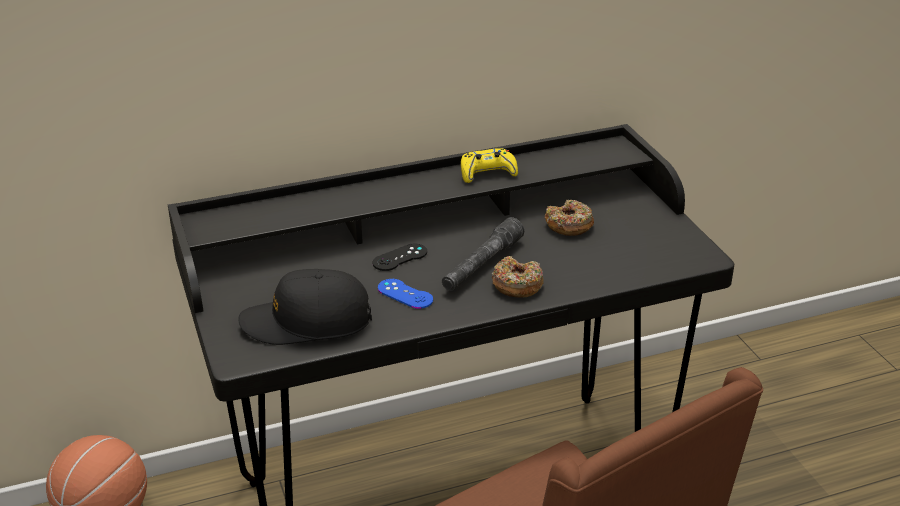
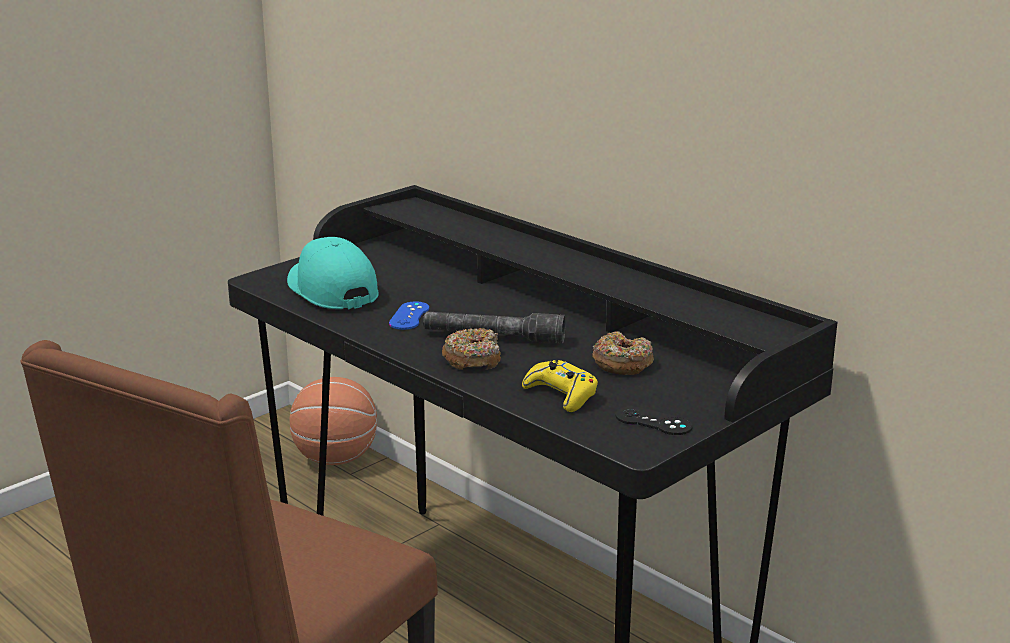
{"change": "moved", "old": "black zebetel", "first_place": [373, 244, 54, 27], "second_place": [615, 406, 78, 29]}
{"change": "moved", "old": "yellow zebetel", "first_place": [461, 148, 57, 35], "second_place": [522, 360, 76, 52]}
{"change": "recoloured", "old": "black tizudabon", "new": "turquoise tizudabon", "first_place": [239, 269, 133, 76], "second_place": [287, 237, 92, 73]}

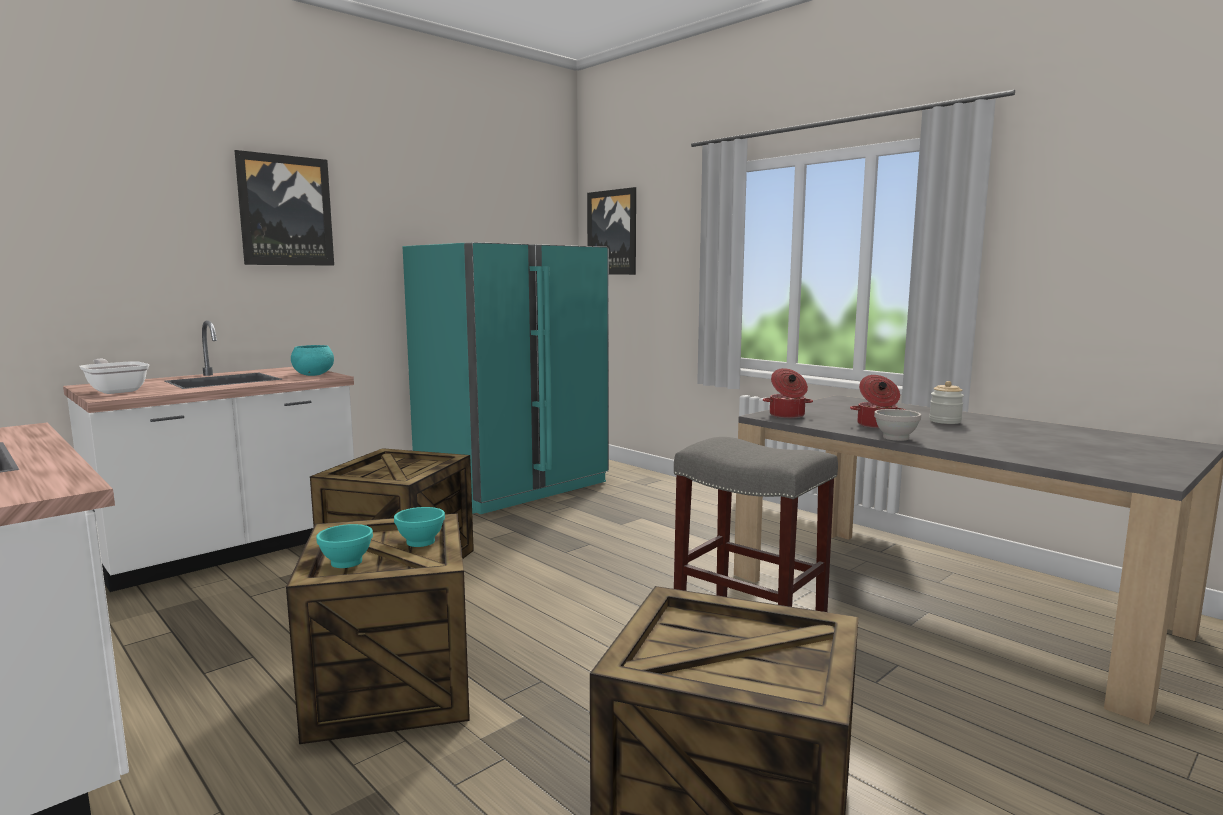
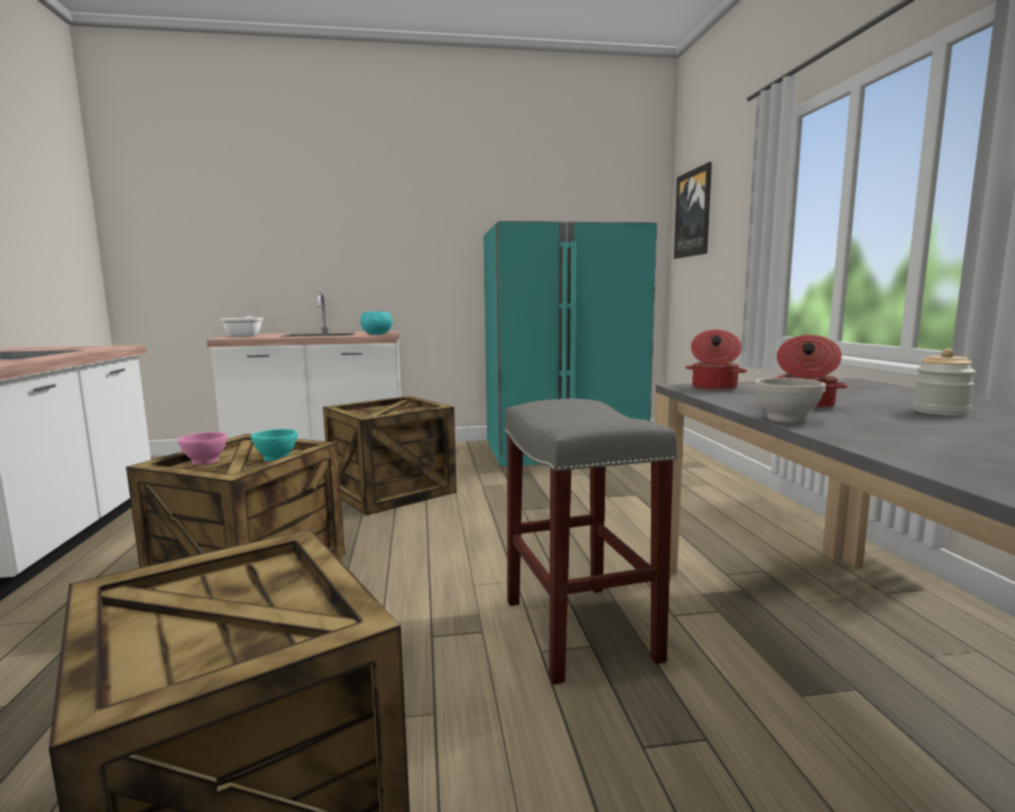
{"change": "removed", "old": "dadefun", "first_place": [234, 150, 100, 116]}
{"change": "recoloured", "old": "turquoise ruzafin", "new": "pink ruzafin", "first_place": [316, 524, 57, 44], "second_place": [178, 432, 50, 33]}

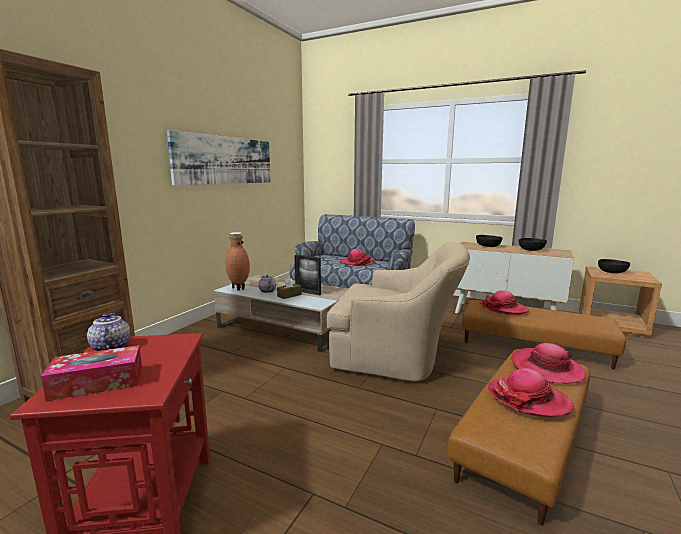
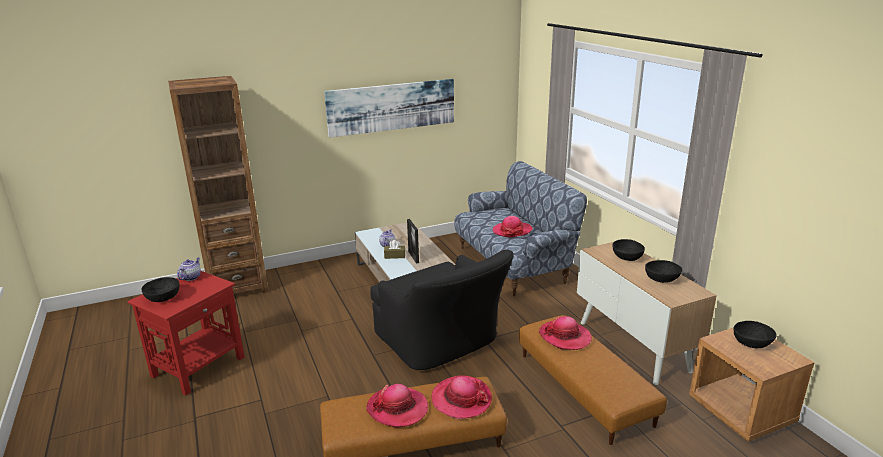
{"change": "removed", "old": "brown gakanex", "first_place": [225, 232, 25, 59]}
{"change": "replaced", "old": "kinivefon", "new": "black ruzafin", "first_place": [41, 345, 101, 56], "second_place": [141, 277, 39, 25]}
{"change": "recoloured", "old": "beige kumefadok", "new": "black kumefadok", "first_place": [327, 242, 143, 139], "second_place": [370, 249, 144, 121]}

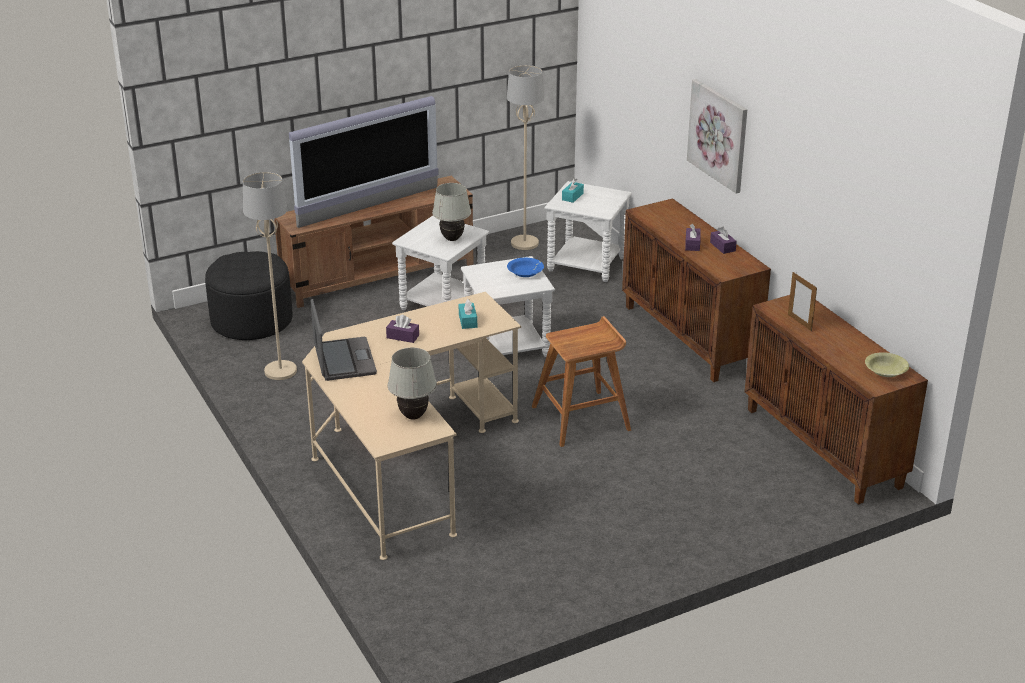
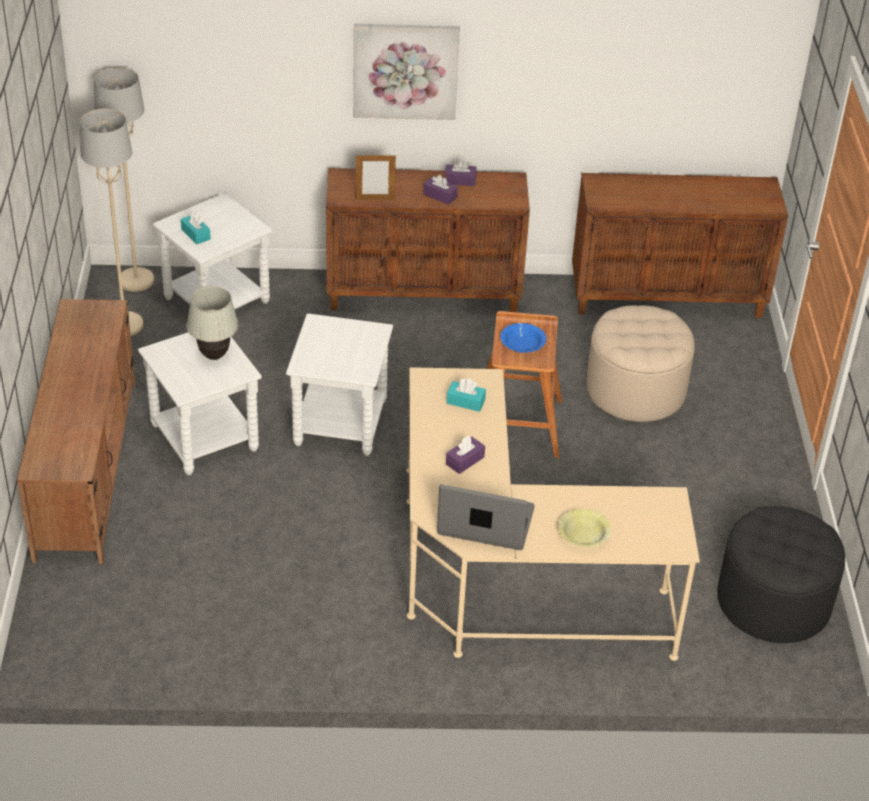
{"change": "removed", "old": "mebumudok", "first_place": [289, 96, 150, 132]}
{"change": "removed", "old": "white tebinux", "first_place": [388, 348, 49, 72]}
{"change": "added", "new": "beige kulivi", "second_place": [586, 305, 109, 117]}
{"change": "moved", "old": "black kulivi", "first_place": [205, 251, 88, 89], "second_place": [717, 506, 128, 137]}
{"change": "moved", "old": "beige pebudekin", "first_place": [243, 172, 54, 208], "second_place": [94, 67, 60, 225]}
{"change": "moved", "old": "blue ruzafin", "first_place": [507, 258, 37, 19], "second_place": [500, 323, 46, 30]}
{"change": "moved", "old": "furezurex", "first_place": [788, 272, 29, 59], "second_place": [356, 155, 40, 45]}
{"change": "moved", "old": "yellow ruzafin", "first_place": [865, 352, 44, 25], "second_place": [558, 509, 54, 38]}

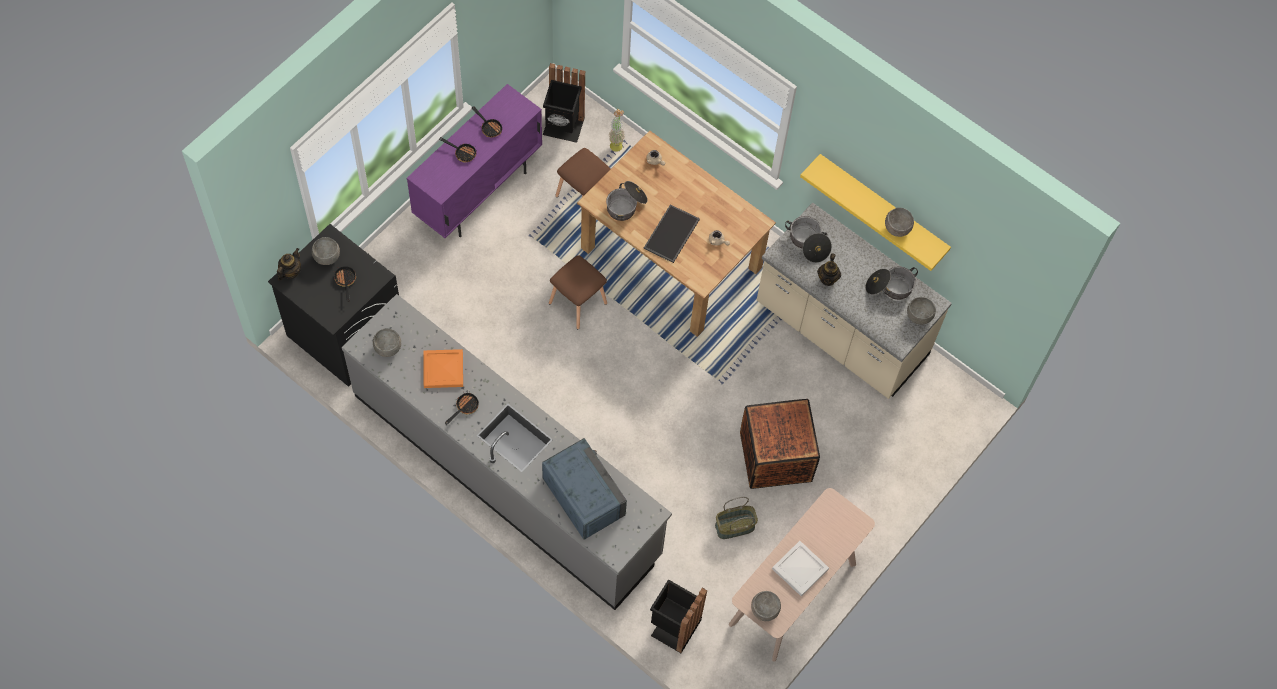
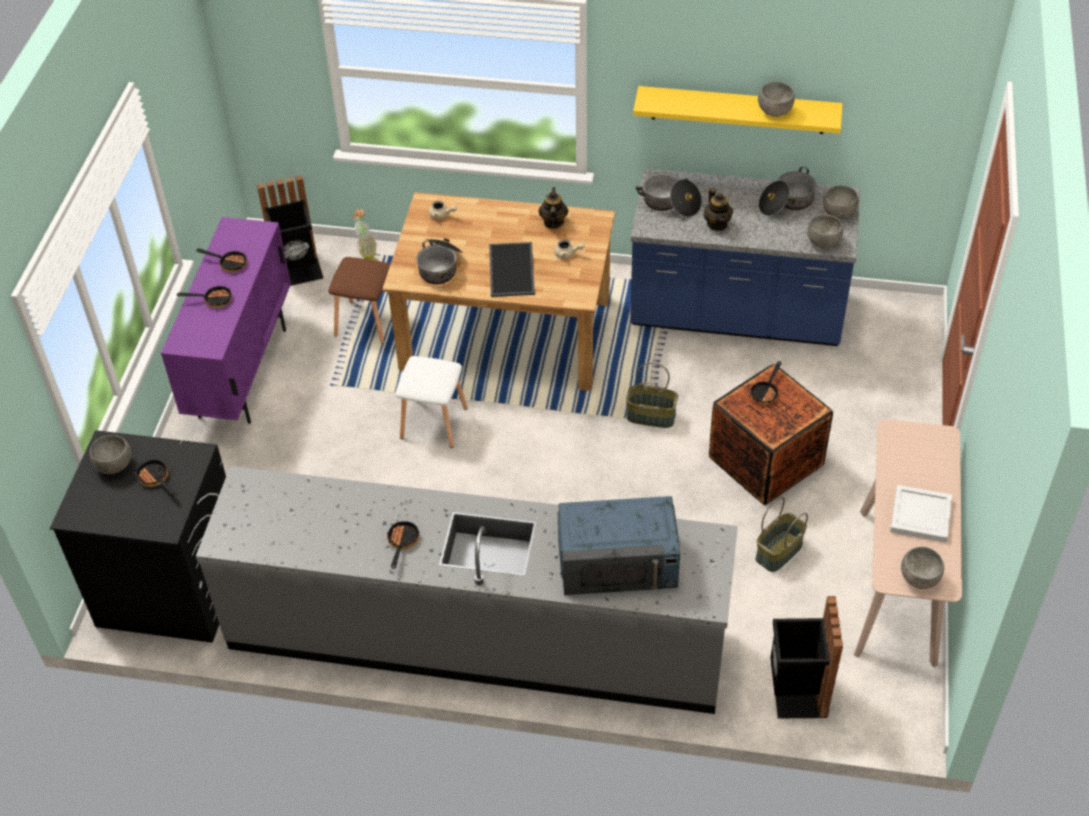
{"change": "removed", "old": "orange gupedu", "first_place": [424, 349, 39, 39]}
{"change": "added", "new": "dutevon", "second_place": [626, 363, 52, 65]}
{"change": "added", "new": "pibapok", "second_place": [750, 361, 31, 44]}
{"change": "moved", "old": "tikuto", "first_place": [277, 248, 24, 33], "second_place": [538, 187, 30, 42]}
{"change": "moved", "old": "grey ruzafin", "first_place": [373, 328, 28, 29], "second_place": [807, 215, 36, 33]}
{"change": "recoloured", "old": "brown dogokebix", "new": "white dogokebix", "first_place": [549, 255, 58, 75], "second_place": [395, 356, 73, 92]}
{"change": "recoloured", "old": "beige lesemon", "new": "blue lesemon", "first_place": [757, 203, 195, 196], "second_place": [630, 168, 230, 178]}
{"change": "turned", "old": "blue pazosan", "first_place": [542, 438, 85, 102], "second_place": [558, 496, 122, 99], "degrees": 150}

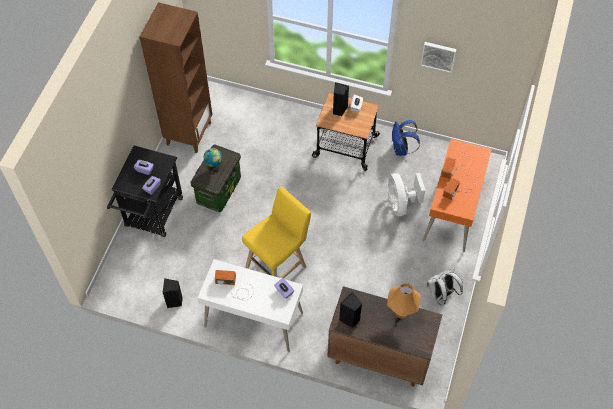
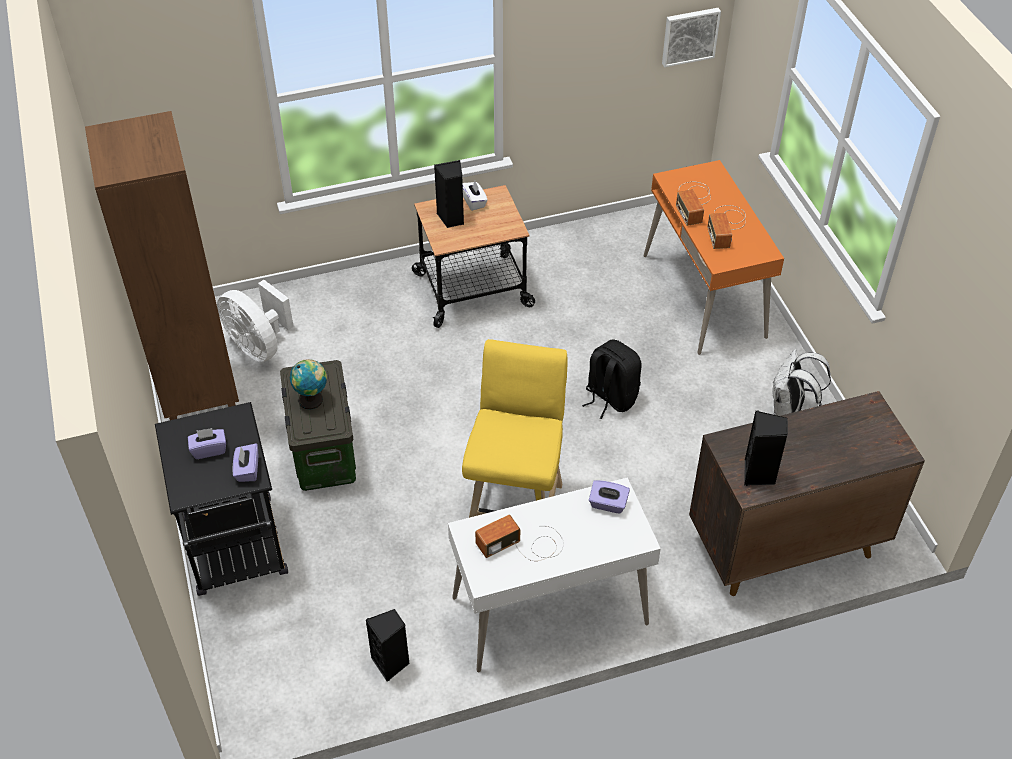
{"change": "removed", "old": "orange tebinux", "first_place": [387, 283, 34, 35]}
{"change": "removed", "old": "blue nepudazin", "first_place": [392, 120, 28, 36]}
{"change": "added", "new": "black nepudazin", "second_place": [582, 339, 59, 80]}
{"change": "moved", "old": "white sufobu", "first_place": [387, 173, 39, 43], "second_place": [217, 280, 77, 82]}
{"change": "moved", "old": "dadefun", "first_place": [421, 42, 36, 31], "second_place": [662, 8, 59, 59]}

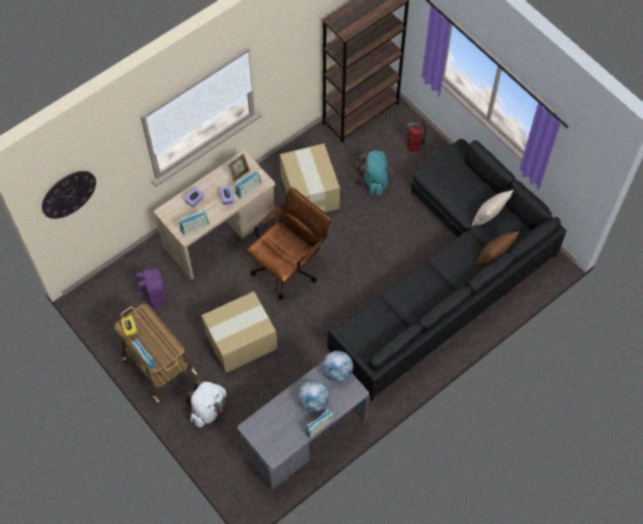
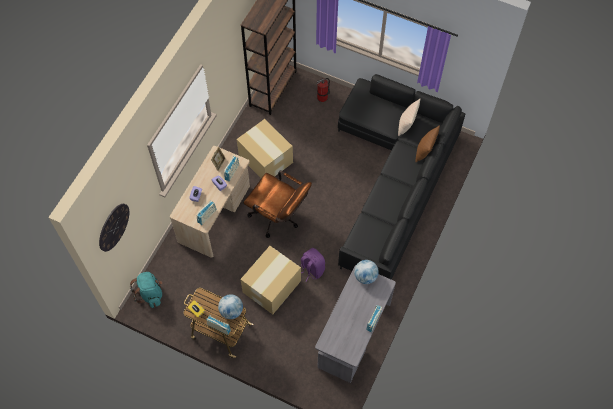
{"change": "removed", "old": "white nepudazin", "first_place": [184, 379, 42, 49]}
{"change": "moved", "old": "purple nepudazin", "first_place": [136, 268, 30, 40], "second_place": [301, 248, 24, 33]}
{"change": "moved", "old": "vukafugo", "first_place": [298, 380, 31, 32], "second_place": [218, 294, 25, 25]}
{"change": "moved", "old": "turquoise nepudazin", "first_place": [356, 151, 37, 45], "second_place": [130, 272, 33, 36]}
{"change": "turned", "old": "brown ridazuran", "first_place": [246, 187, 85, 113], "second_place": [244, 170, 68, 68], "degrees": 105}

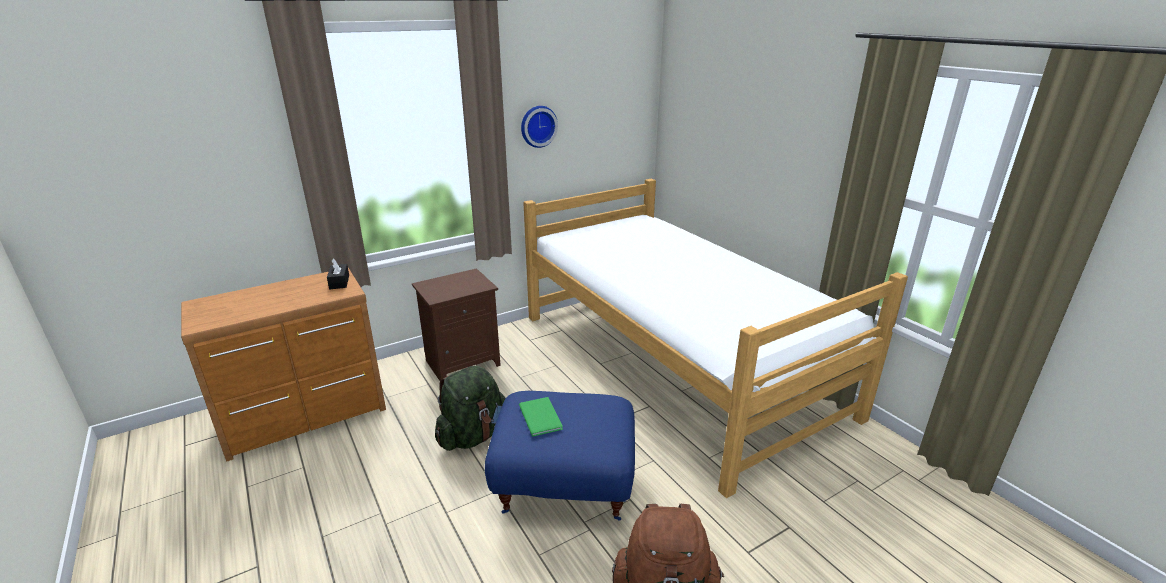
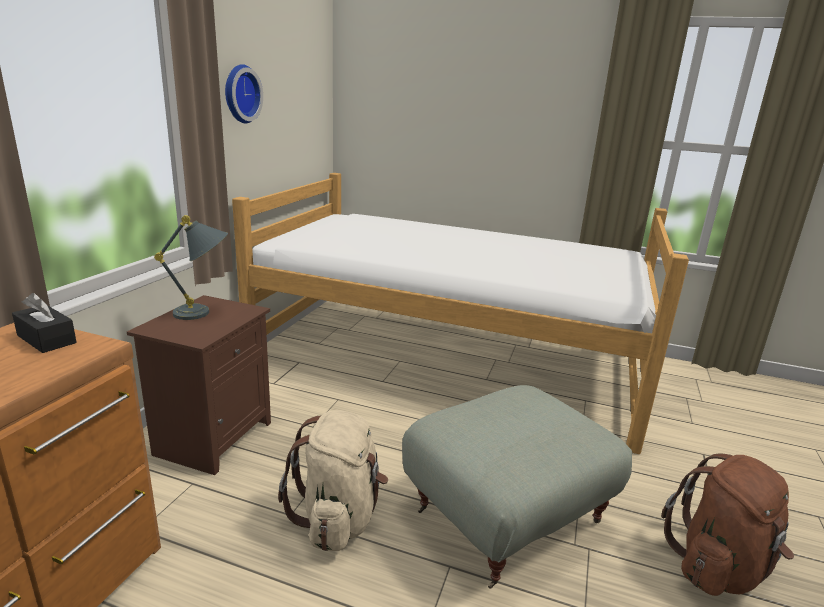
{"change": "removed", "old": "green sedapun", "first_place": [519, 397, 44, 39]}
{"change": "added", "new": "grey tebinux", "second_place": [154, 215, 74, 105]}
{"change": "recoloured", "old": "green nepudazin", "new": "beige nepudazin", "first_place": [435, 366, 71, 85], "second_place": [278, 410, 110, 141]}
{"change": "recoloured", "old": "blue kulivi", "new": "grey kulivi", "first_place": [485, 391, 150, 130], "second_place": [402, 385, 230, 204]}

